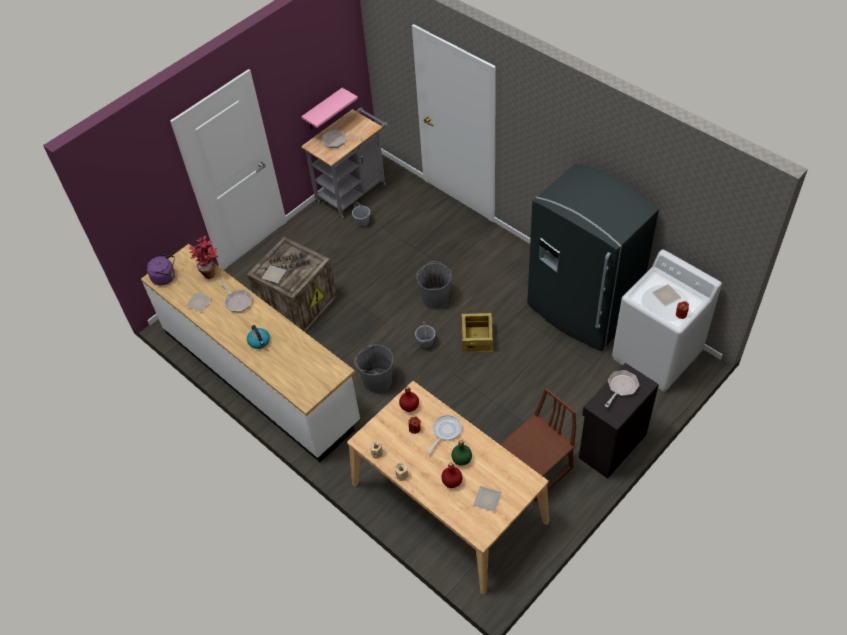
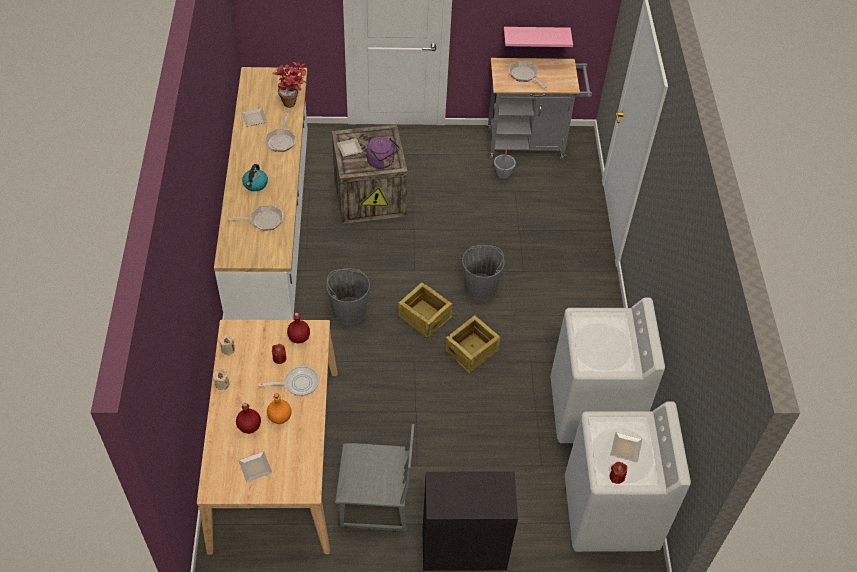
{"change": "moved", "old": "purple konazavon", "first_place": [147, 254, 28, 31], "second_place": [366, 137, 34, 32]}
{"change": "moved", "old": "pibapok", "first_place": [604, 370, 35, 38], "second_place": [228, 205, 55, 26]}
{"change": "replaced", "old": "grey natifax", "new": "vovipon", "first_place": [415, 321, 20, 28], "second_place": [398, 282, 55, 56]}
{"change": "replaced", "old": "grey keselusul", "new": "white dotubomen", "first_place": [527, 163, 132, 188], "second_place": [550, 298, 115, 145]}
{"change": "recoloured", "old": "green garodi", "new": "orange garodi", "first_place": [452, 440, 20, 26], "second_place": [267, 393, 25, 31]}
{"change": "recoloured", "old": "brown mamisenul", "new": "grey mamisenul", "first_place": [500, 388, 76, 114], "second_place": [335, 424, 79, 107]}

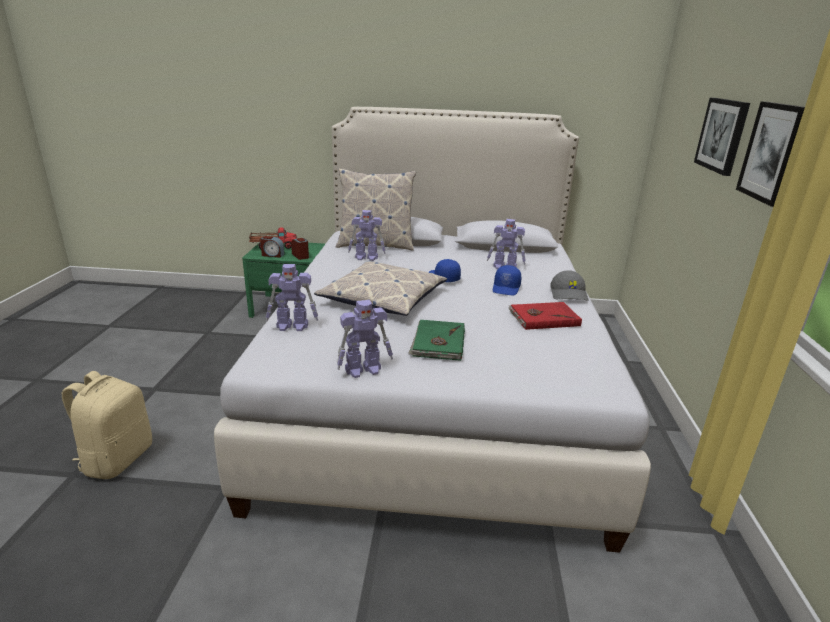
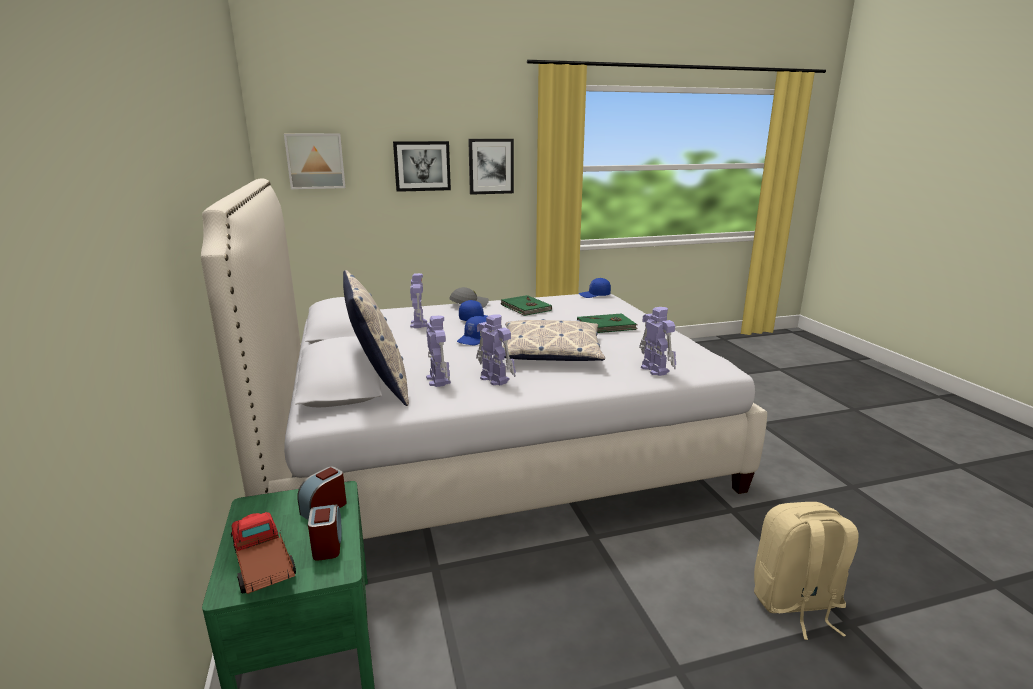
{"change": "added", "new": "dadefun", "second_place": [284, 134, 62, 55]}
{"change": "added", "new": "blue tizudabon", "second_place": [579, 278, 32, 20]}
{"change": "moved", "old": "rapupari", "first_place": [337, 300, 56, 78], "second_place": [476, 314, 40, 71]}
{"change": "recoloured", "old": "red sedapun", "new": "green sedapun", "first_place": [509, 302, 73, 28], "second_place": [501, 295, 51, 21]}

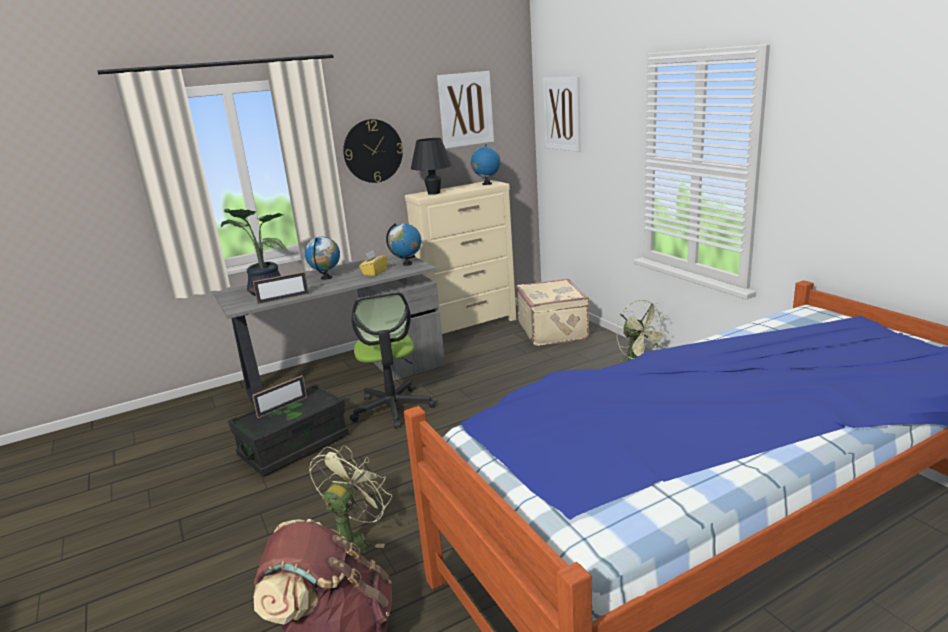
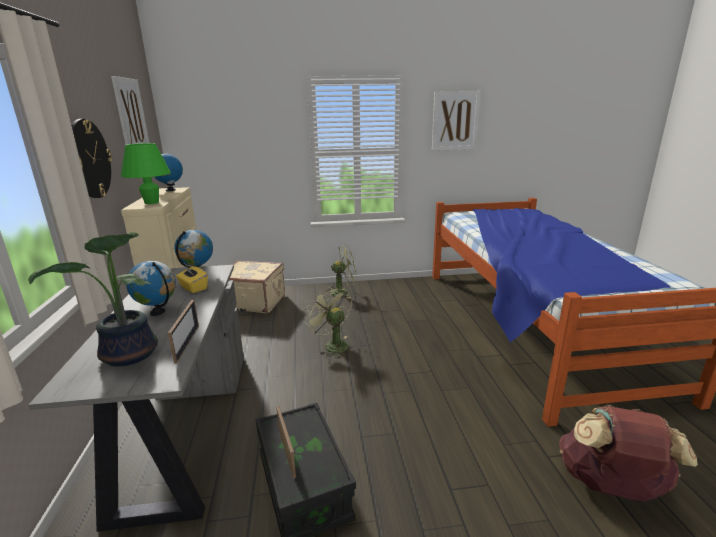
{"change": "removed", "old": "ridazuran", "first_place": [350, 292, 86, 137]}
{"change": "moved", "old": "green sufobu", "first_place": [309, 445, 83, 109], "second_place": [305, 286, 47, 71]}
{"change": "moved", "old": "dadefun", "first_place": [543, 77, 38, 75], "second_place": [432, 91, 48, 60]}
{"change": "recoloured", "old": "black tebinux", "new": "green tebinux", "first_place": [411, 138, 41, 57], "second_place": [121, 143, 50, 61]}

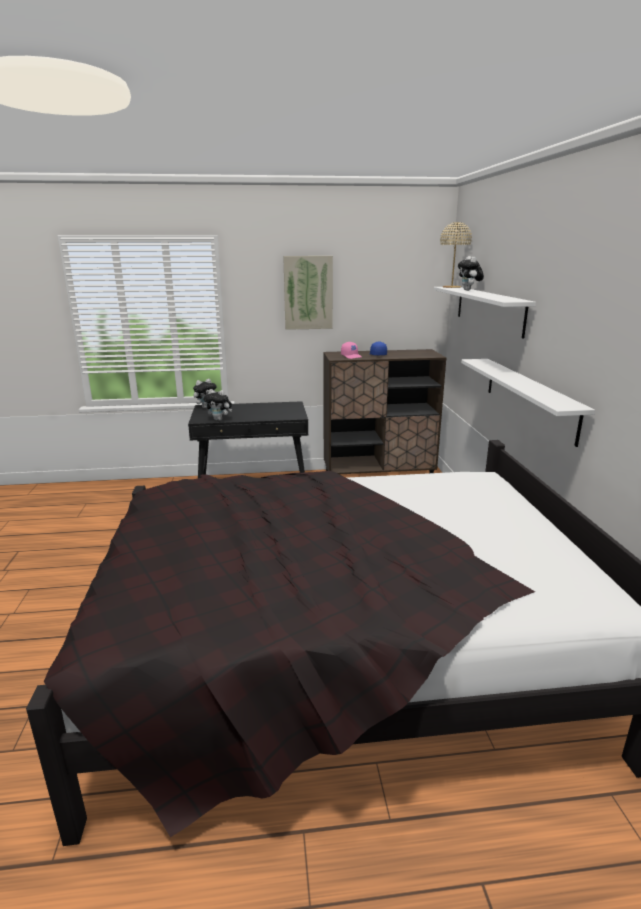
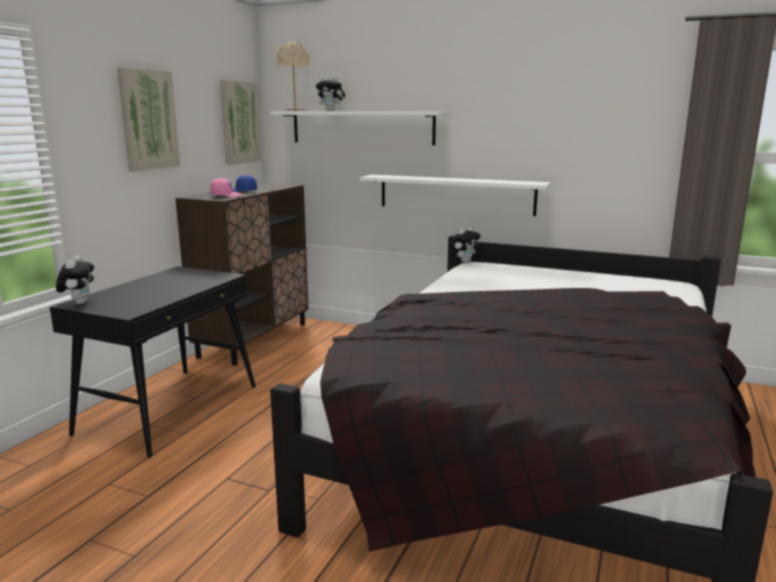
{"change": "added", "new": "dadefun", "second_place": [220, 80, 42, 85]}
{"change": "moved", "old": "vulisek", "first_place": [203, 389, 29, 32], "second_place": [451, 226, 29, 37]}

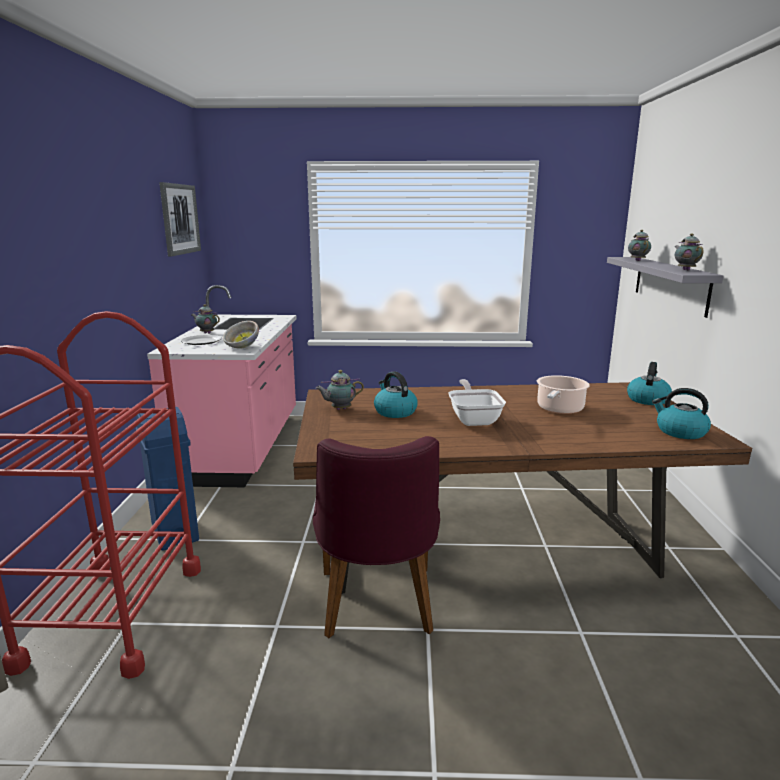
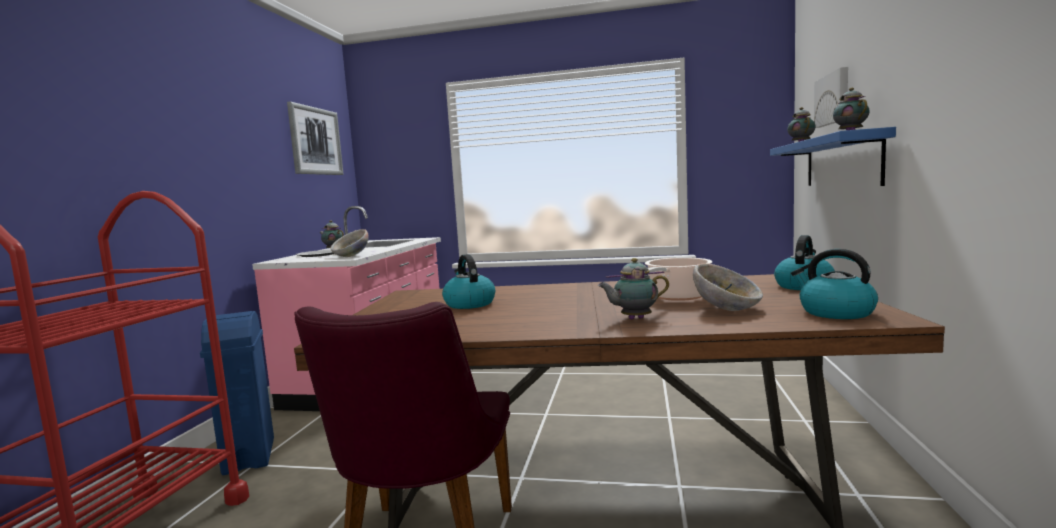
{"change": "removed", "old": "pibapok", "first_place": [448, 379, 58, 47]}
{"change": "added", "new": "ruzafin", "second_place": [693, 263, 70, 48]}
{"change": "added", "new": "dadefun", "second_place": [814, 67, 34, 61]}
{"change": "moved", "old": "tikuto", "first_place": [316, 370, 48, 40], "second_place": [598, 258, 71, 61]}
{"change": "recoloured", "old": "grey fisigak", "new": "blue fisigak", "first_place": [607, 257, 117, 61], "second_place": [770, 127, 126, 59]}

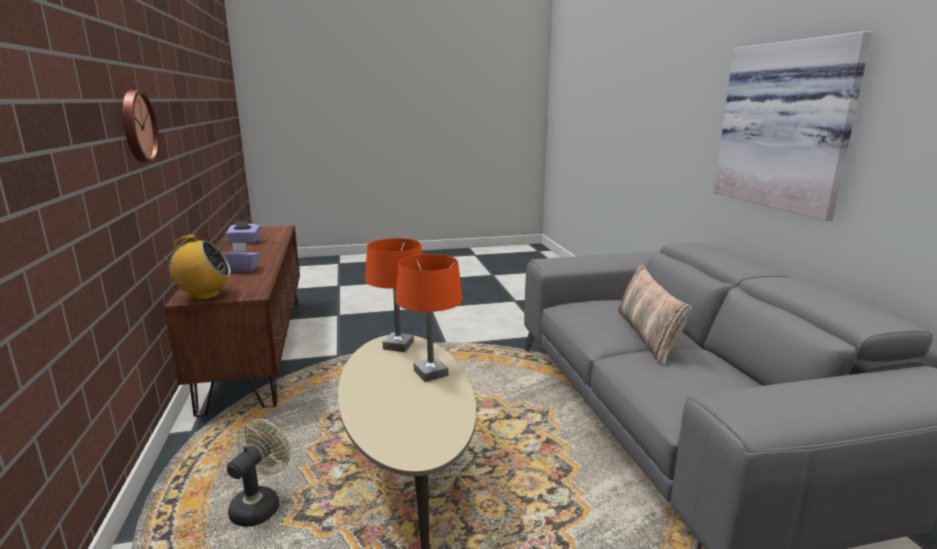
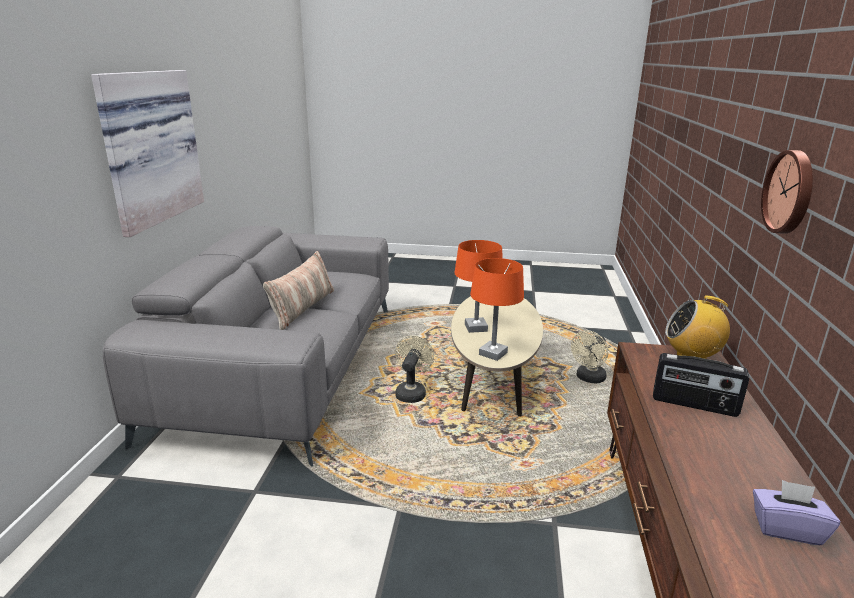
{"change": "added", "new": "beige sufobu", "second_place": [395, 336, 39, 67]}
{"change": "replaced", "old": "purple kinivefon", "new": "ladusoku", "first_place": [223, 243, 37, 29], "second_place": [653, 353, 96, 64]}

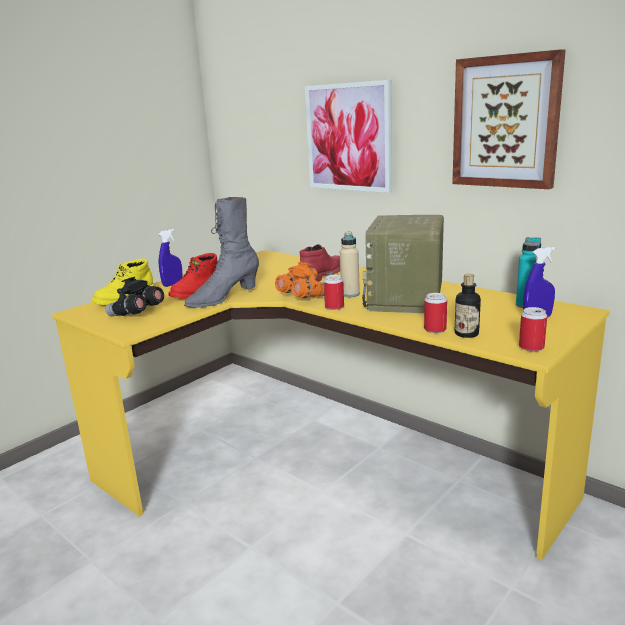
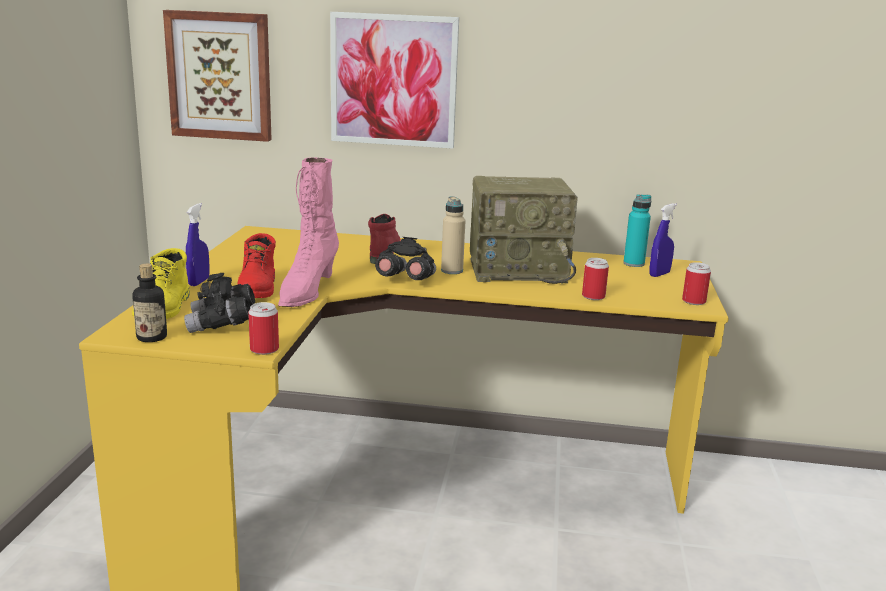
{"change": "moved", "old": "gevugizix", "first_place": [324, 275, 20, 35], "second_place": [248, 302, 31, 53]}
{"change": "moved", "old": "dadefun", "first_place": [452, 49, 113, 140], "second_place": [163, 10, 109, 132]}
{"change": "moved", "old": "garodi", "first_place": [455, 274, 26, 64], "second_place": [132, 264, 35, 78]}
{"change": "recoloured", "old": "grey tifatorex", "new": "pink tifatorex", "first_place": [184, 197, 75, 111], "second_place": [278, 158, 61, 149]}
{"change": "recoloured", "old": "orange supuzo", "new": "black supuzo", "first_place": [275, 262, 49, 36], "second_place": [375, 237, 61, 43]}
{"change": "turned", "old": "ladusoku", "first_place": [362, 215, 82, 98], "second_place": [470, 176, 108, 108], "degrees": -75}

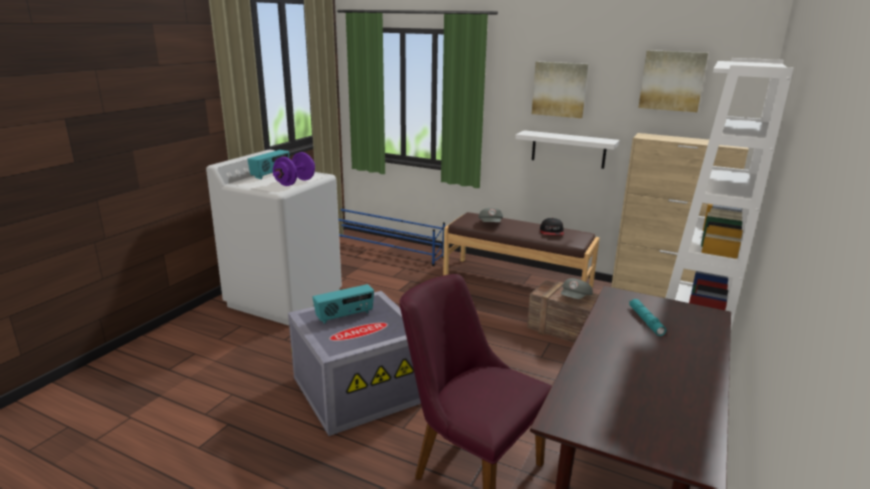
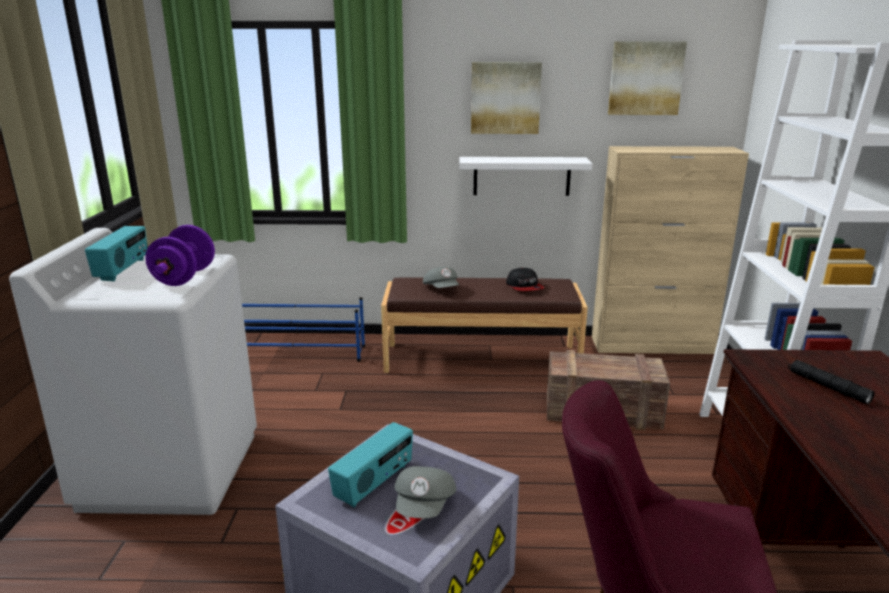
{"change": "moved", "old": "grey tizudabon", "first_place": [561, 278, 32, 21], "second_place": [394, 466, 62, 52]}
{"change": "recoloured", "old": "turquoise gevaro", "new": "black gevaro", "first_place": [629, 299, 37, 37], "second_place": [788, 360, 87, 44]}

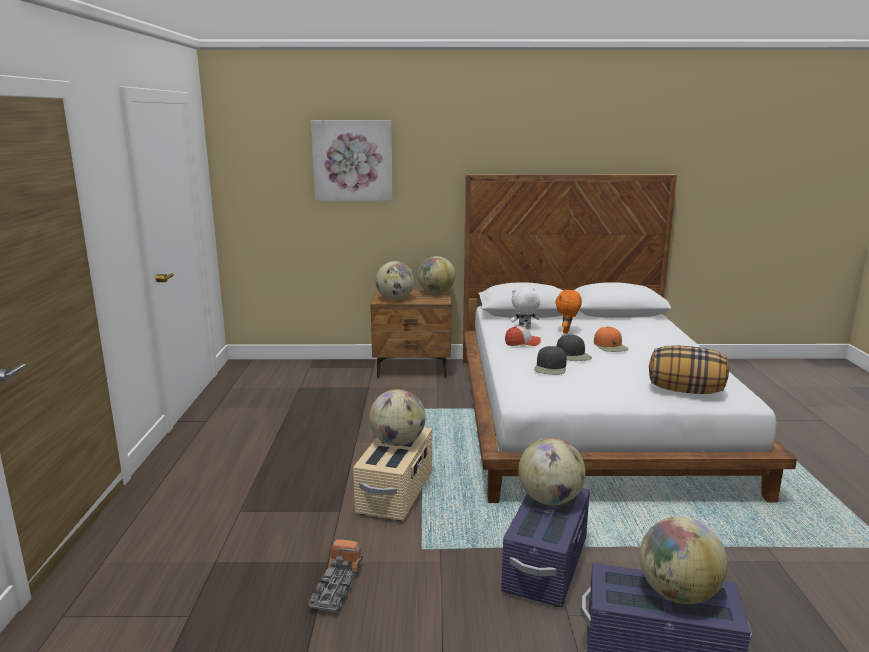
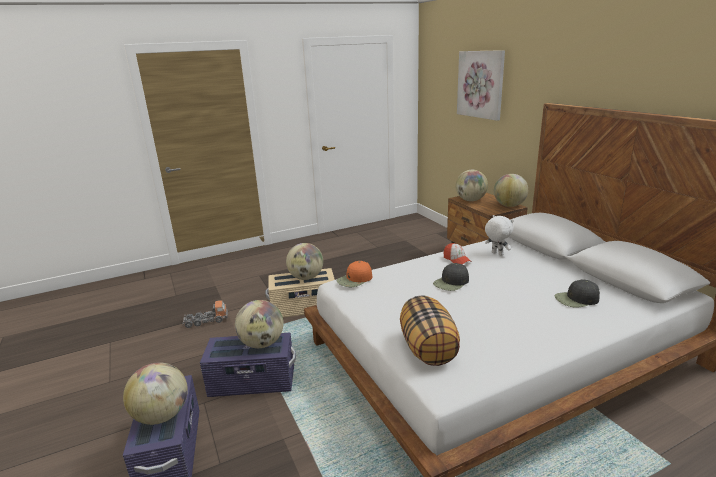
{"change": "removed", "old": "orange vulisek", "first_place": [555, 290, 27, 44]}
{"change": "moved", "old": "black tizudabon", "first_place": [534, 346, 33, 29], "second_place": [555, 280, 45, 27]}
{"change": "moved", "old": "orange tizudabon", "first_place": [594, 327, 35, 25], "second_place": [337, 261, 35, 26]}

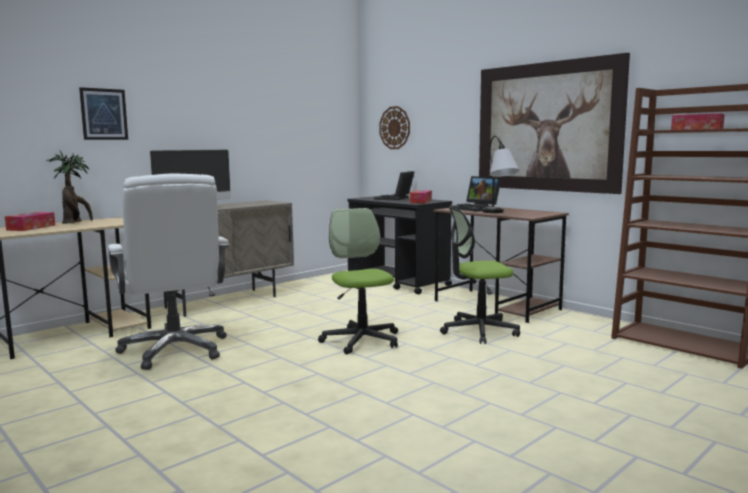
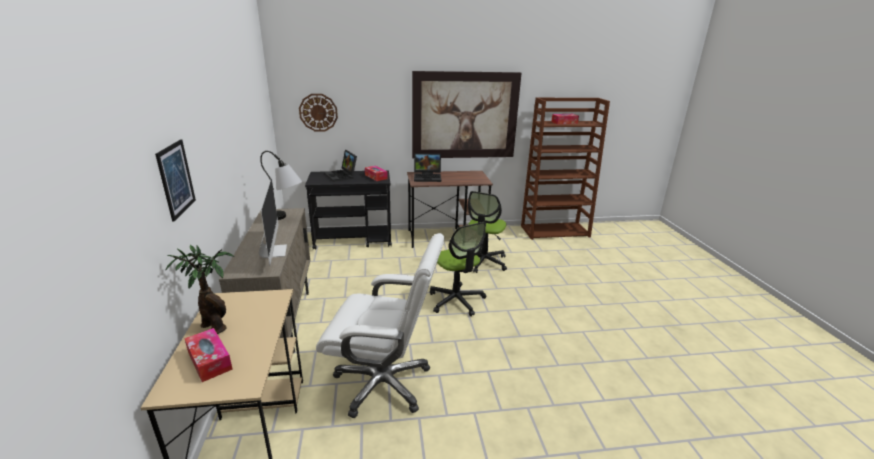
{"change": "moved", "old": "tebinux", "first_place": [482, 136, 38, 77], "second_place": [260, 151, 42, 69]}
{"change": "turned", "old": "ridazuran", "first_place": [318, 208, 80, 146], "second_place": [430, 222, 56, 94], "degrees": -135}

